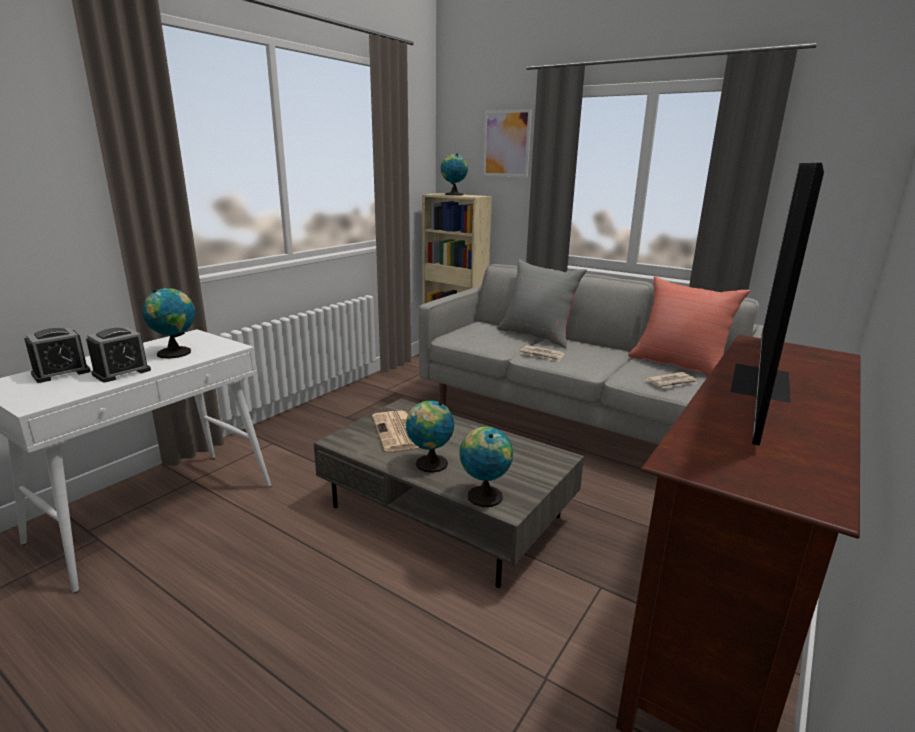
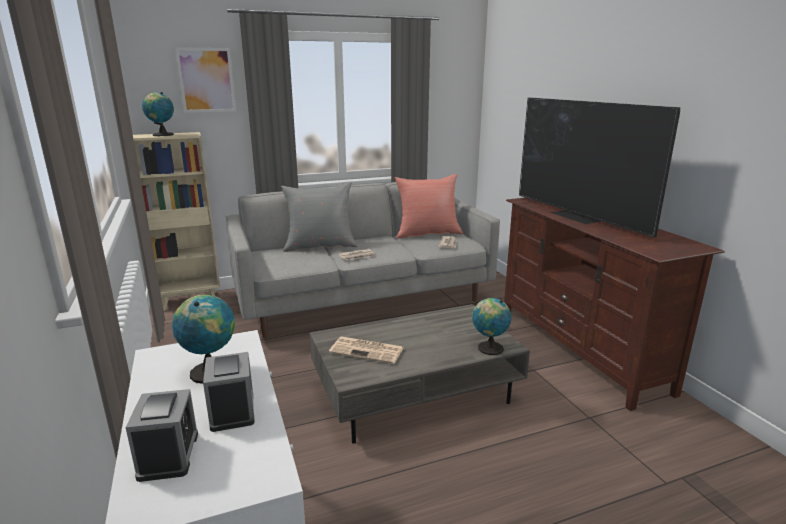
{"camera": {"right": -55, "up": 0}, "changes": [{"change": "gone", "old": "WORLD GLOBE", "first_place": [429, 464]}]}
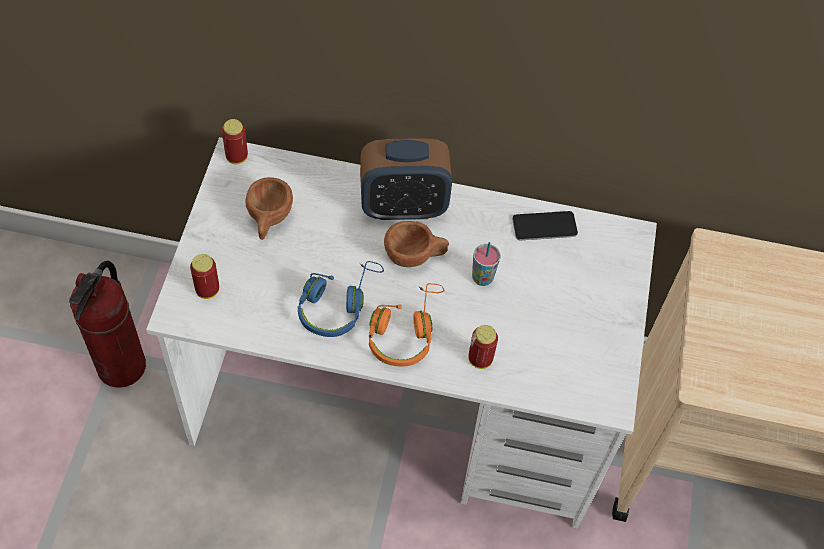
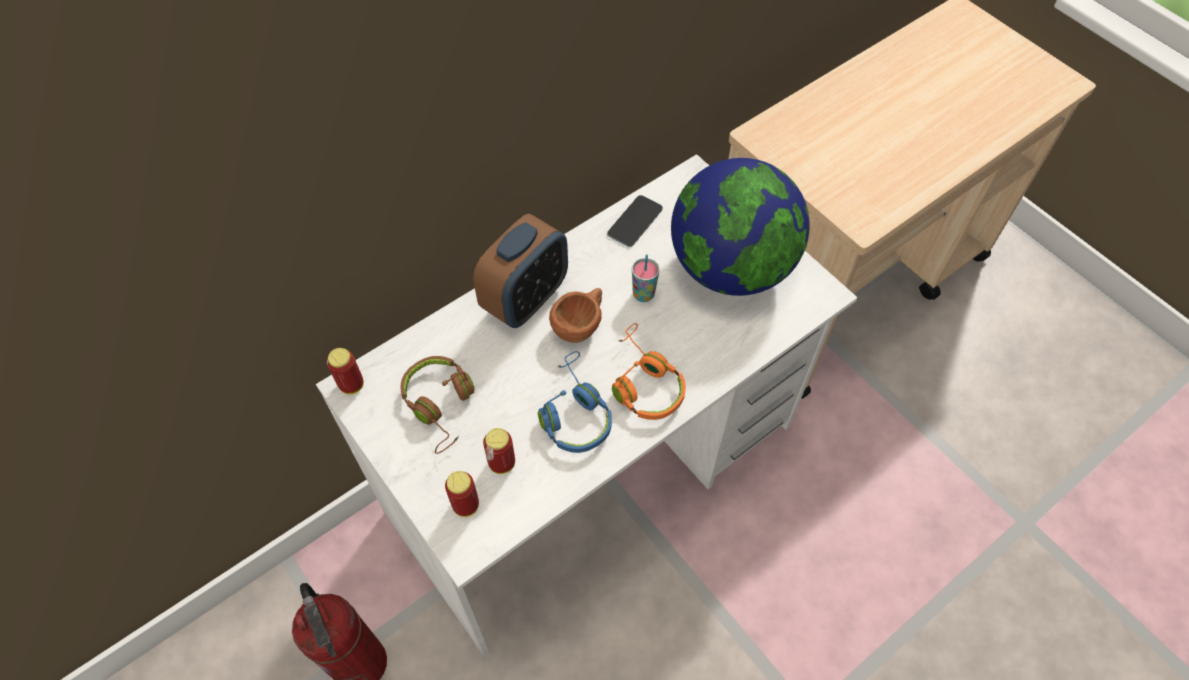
{"camera": {"right": -45, "up": 0}, "changes": [{"change": "swapped", "old": "BROWN SMALL CUP", "new": "BROWN HEADPHONES", "first_place": [269, 220], "second_place": [441, 405]}, {"change": "shifted", "old": "SEALED CAN", "first_place": [480, 359], "second_place": [502, 463]}, {"change": "new", "new": "WORLD GLOBE", "second_place": [730, 268]}]}
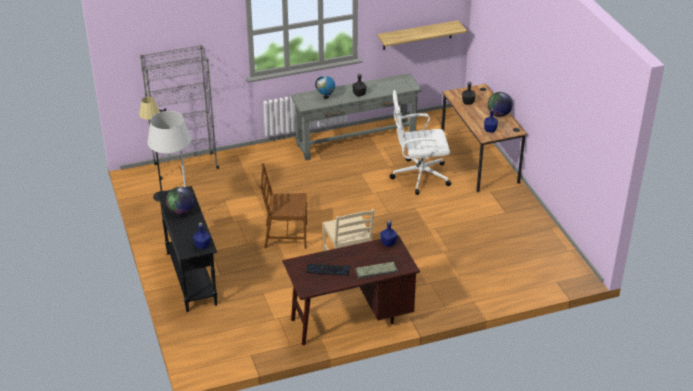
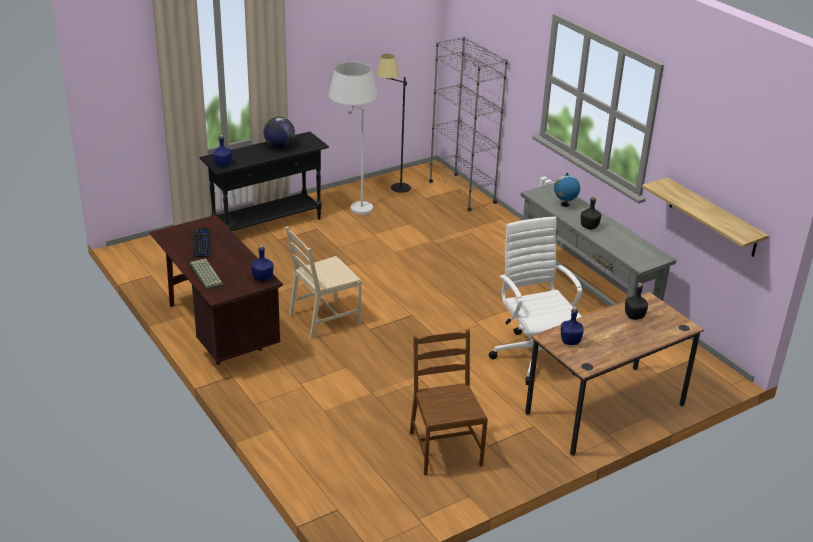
{"camera": {"right": 75, "up": -5}, "changes": [{"change": "gone", "old": "WORLD GLOBE", "first_place": [499, 114]}, {"change": "shifted", "old": "BROWN UPRIGHT CHAIR", "first_place": [285, 236], "second_place": [444, 448]}]}
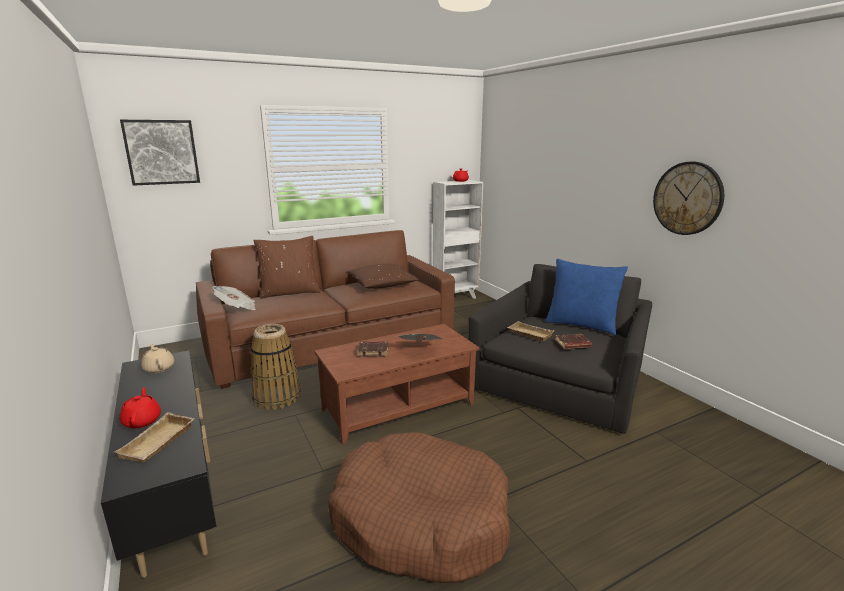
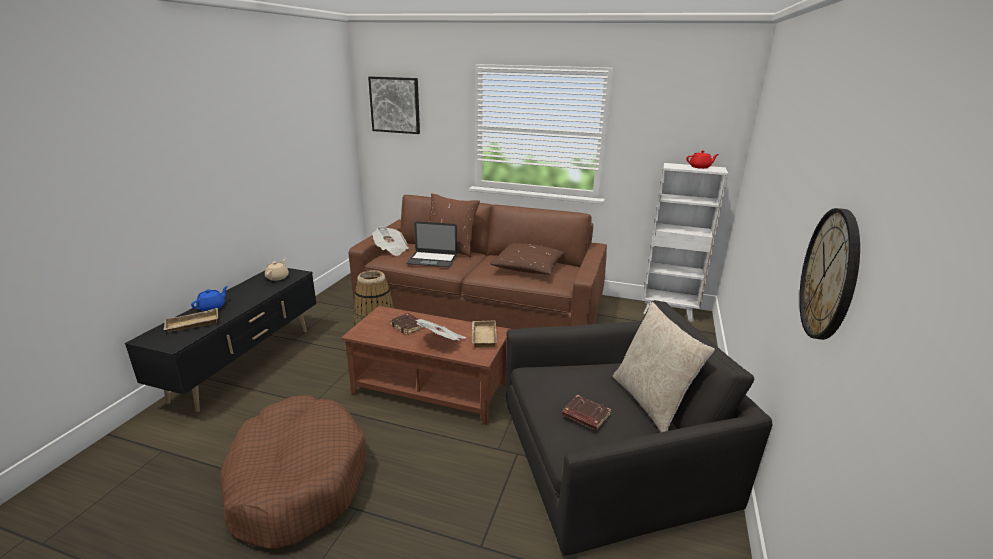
{"camera": {"right": 45, "up": 5}, "changes": [{"change": "repainted", "old": "BLUE THROW PILLOW", "new": "BEIGE THROW PILLOW", "first_place": [581, 325], "second_place": [651, 401]}, {"change": "shifted", "old": "BEIGE TRAY", "first_place": [529, 334], "second_place": [482, 336]}, {"change": "repainted", "old": "RED TEA POT", "new": "BLUE TEA POT", "first_place": [142, 420], "second_place": [212, 307]}, {"change": "new", "new": "PORTABLE COMPUTER", "second_place": [432, 259]}]}
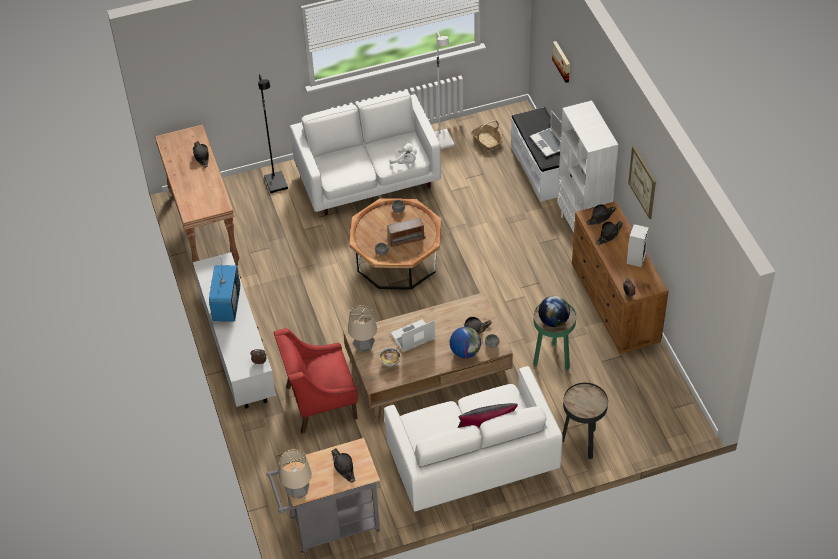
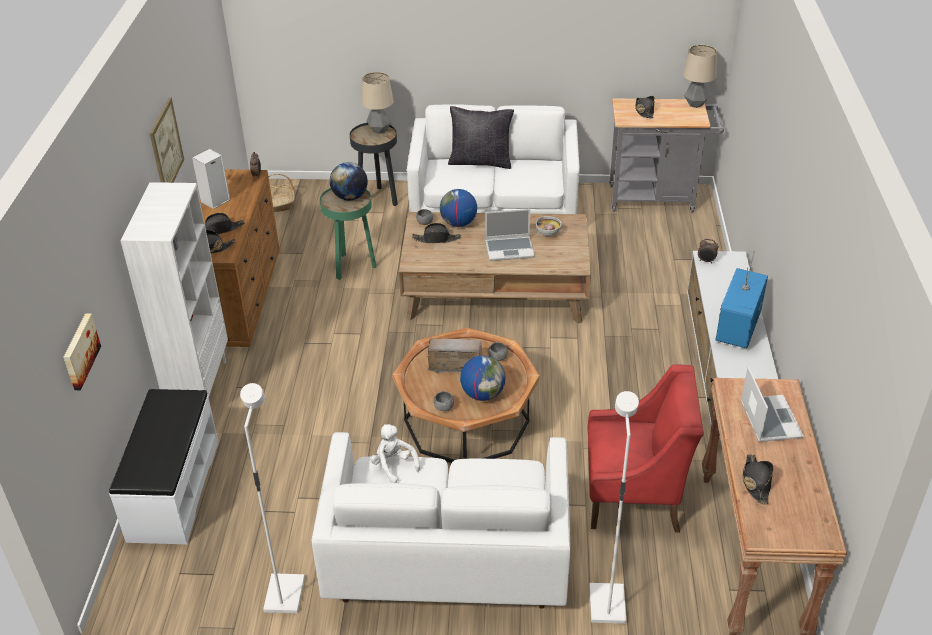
{"camera": {"right": -160, "up": -10}, "changes": [{"change": "repainted", "old": "BLACK-COLOURED STANDING LAMP", "new": "WHITISH STANDING LAMP", "first_place": [277, 183], "second_place": [606, 604]}, {"change": "shifted", "old": "PORTABLE COMPUTER", "first_place": [549, 143], "second_place": [769, 419]}, {"change": "shifted", "old": "BASKET", "first_place": [487, 141], "second_place": [279, 203]}, {"change": "shifted", "old": "TABLE LAMP", "first_place": [364, 347], "second_place": [379, 130]}, {"change": "shifted", "old": "RED EASY CHAIR", "first_place": [320, 402], "second_place": [634, 495]}, {"change": "new", "new": "WORLD GLOBE", "second_place": [483, 394]}]}
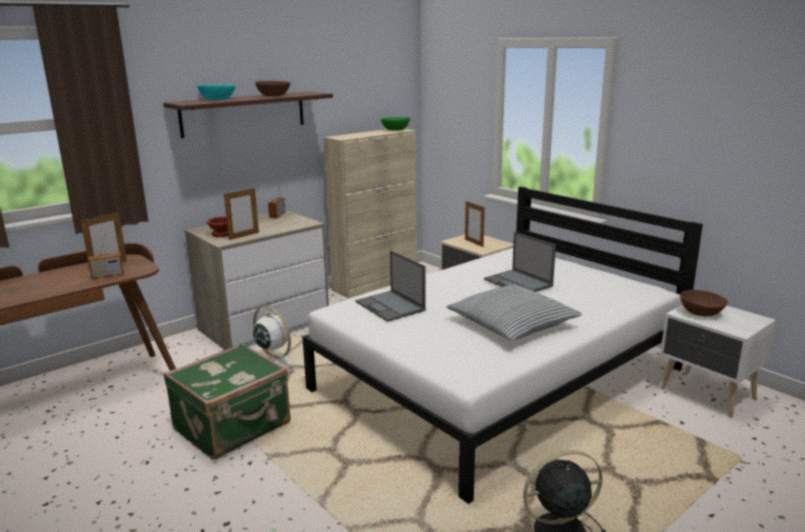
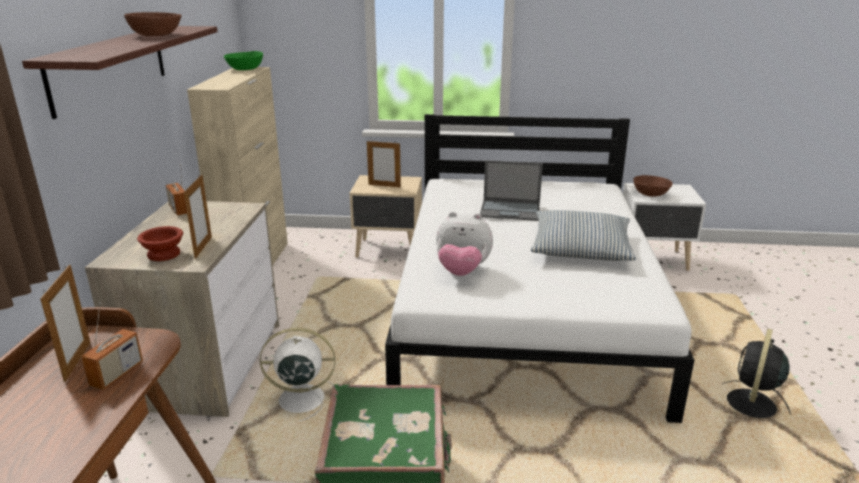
{"camera": {"right": -45, "up": 5}, "changes": [{"change": "gone", "old": "TURQUOISE SERVING BOWL", "first_place": [217, 99]}, {"change": "swapped", "old": "PORTABLE COMPUTER", "new": "CUDDLY TOY", "first_place": [390, 306], "second_place": [462, 271]}]}
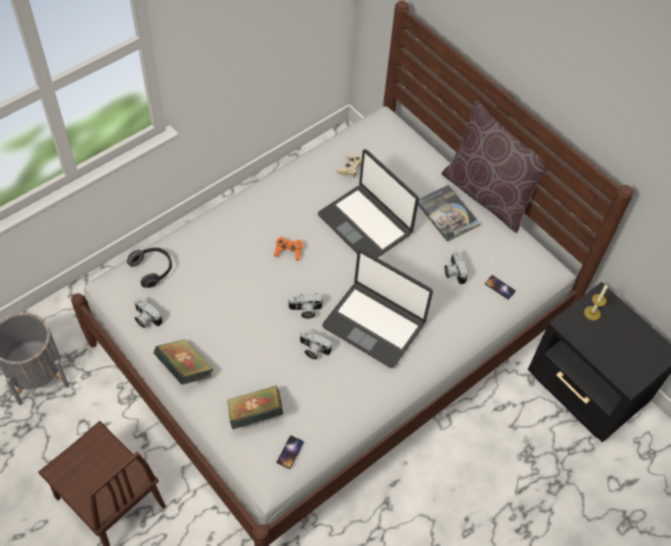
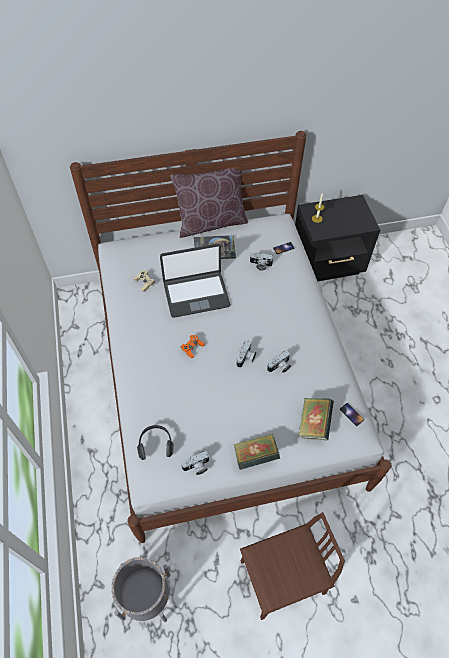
{"camera": {"right": -60, "up": 0}, "changes": [{"change": "gone", "old": "PORTABLE COMPUTER", "first_place": [374, 324]}]}
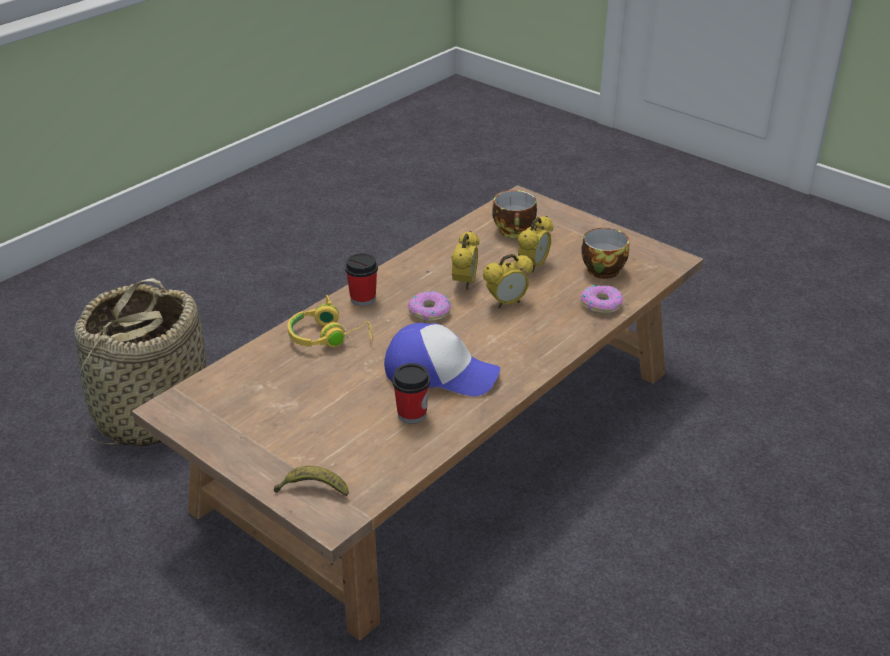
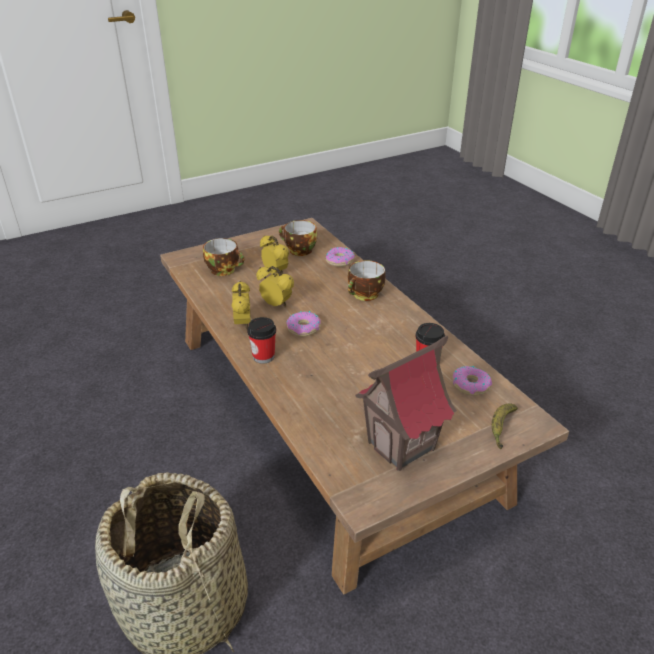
{"camera": {"right": -70, "up": 0}, "changes": [{"change": "shifted", "old": "TABLE CLOCK", "first_place": [506, 303], "second_place": [243, 324]}, {"change": "gone", "old": "YELLOWISH HEADPHONES", "first_place": [329, 337]}, {"change": "gone", "old": "BASEBALL CAP", "first_place": [440, 373]}, {"change": "new", "new": "SMALL CUP", "second_place": [365, 295]}, {"change": "new", "new": "MINIATURE HOUSE", "second_place": [402, 446]}, {"change": "new", "new": "DOUGHNUT", "second_place": [470, 385]}]}
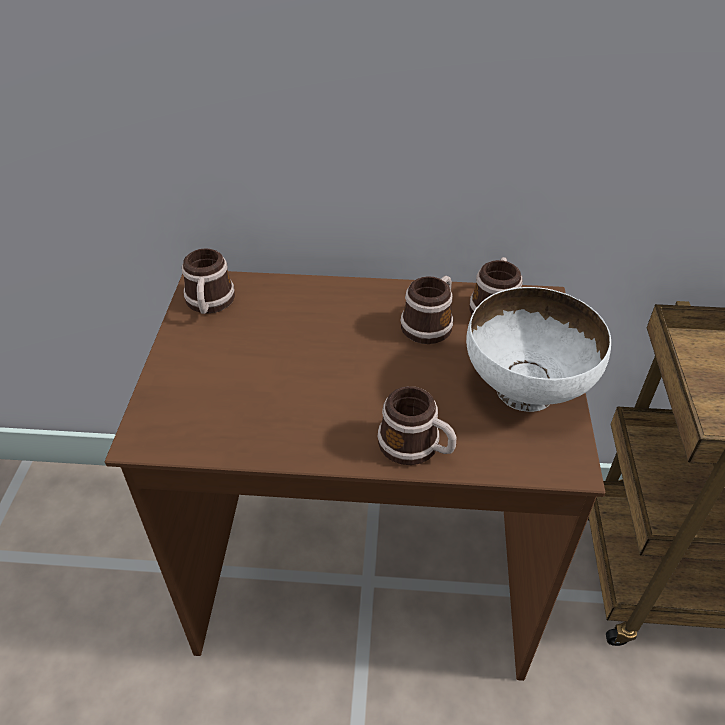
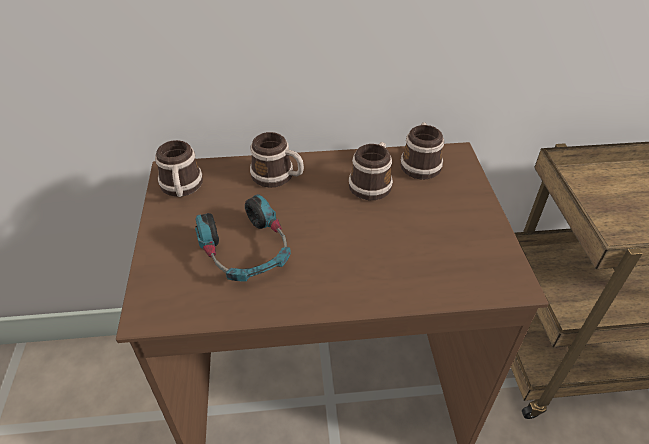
{"camera": {"right": -10, "up": 0}, "changes": [{"change": "gone", "old": "WHITISH SERVING BOWL", "first_place": [527, 390]}, {"change": "shifted", "old": "TEA MUG", "first_place": [416, 447], "second_place": [278, 177]}, {"change": "new", "new": "HEADPHONES", "second_place": [246, 251]}]}
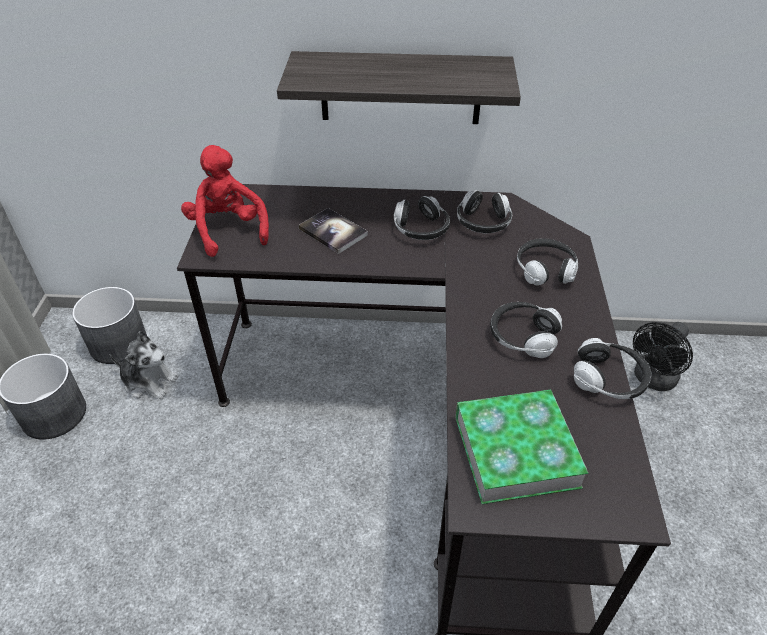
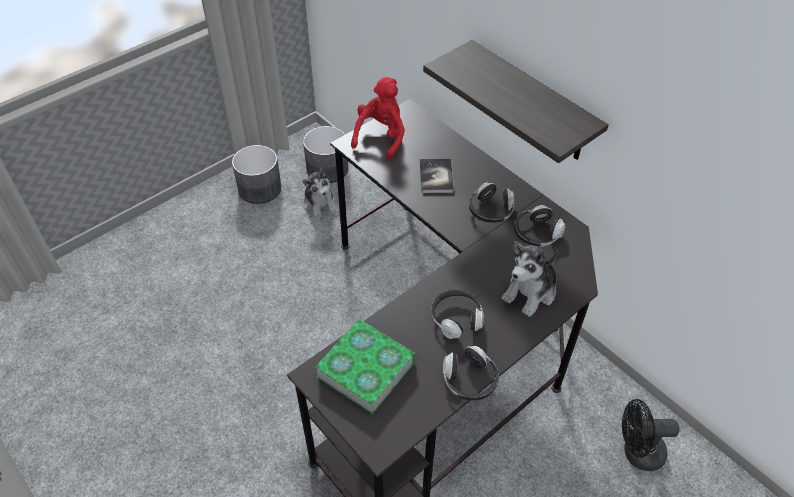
{"camera": {"right": 45, "up": 5}, "changes": [{"change": "swapped", "old": "HEADPHONES", "new": "CUDDLY TOY", "first_place": [545, 270], "second_place": [530, 292]}]}
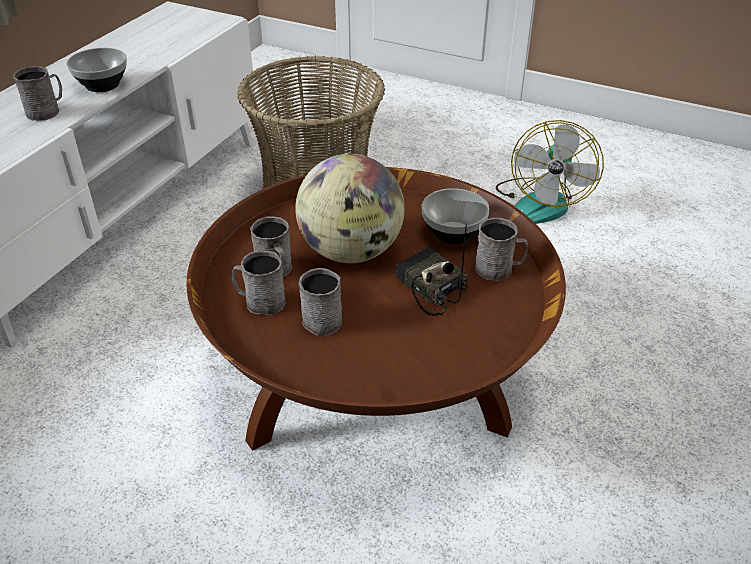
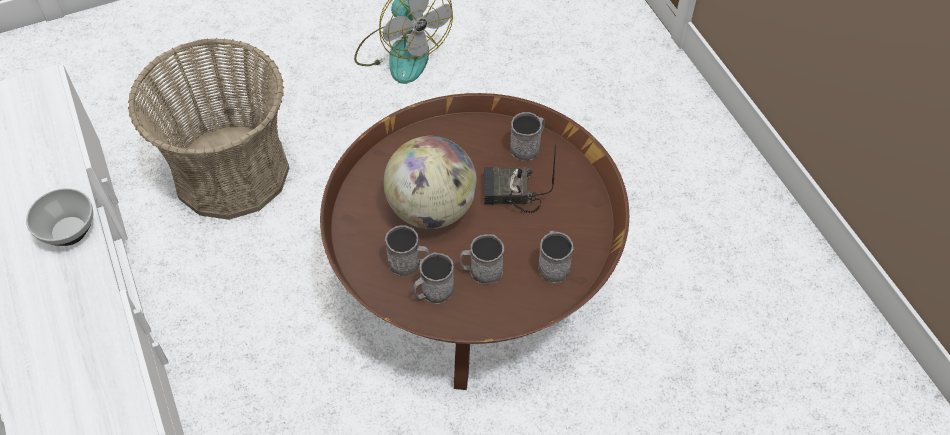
{"camera": {"right": -50, "up": 15}, "changes": [{"change": "shifted", "old": "GREY TEA MUG", "first_place": [47, 111], "second_place": [552, 264]}, {"change": "gone", "old": "SERVING BOWL", "first_place": [453, 234]}]}
